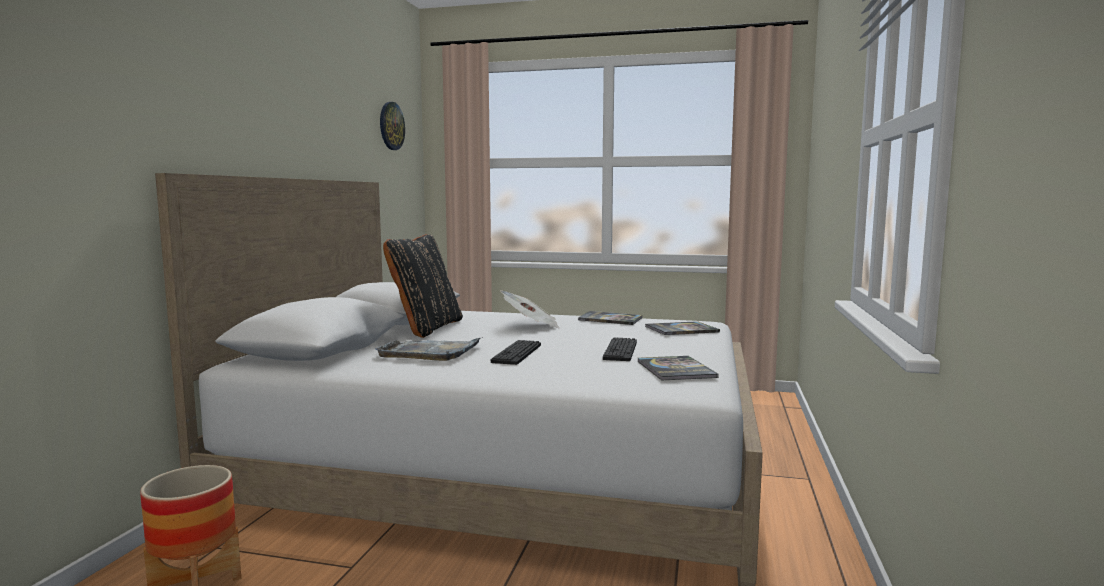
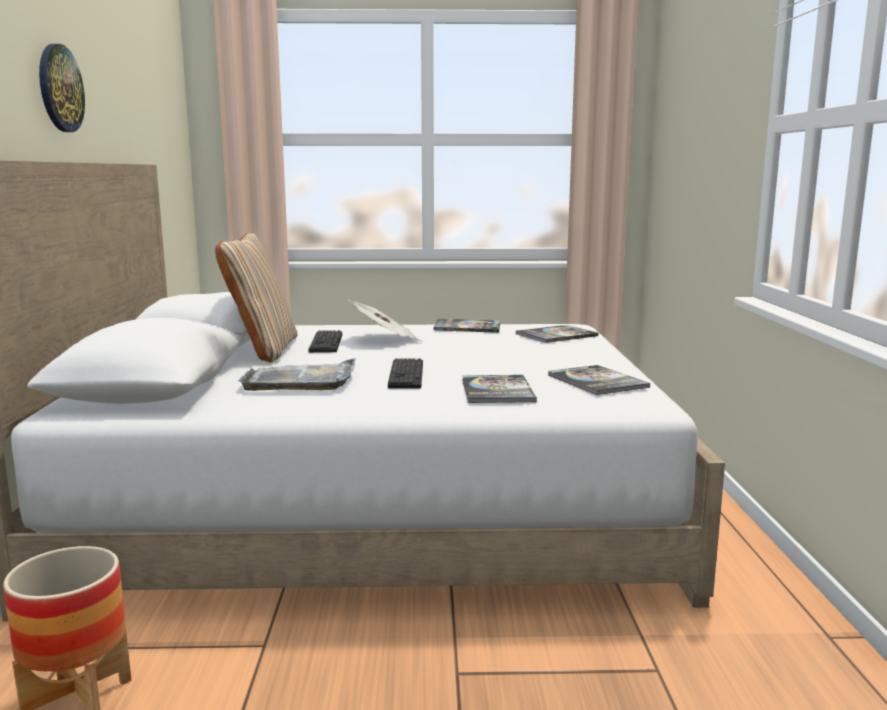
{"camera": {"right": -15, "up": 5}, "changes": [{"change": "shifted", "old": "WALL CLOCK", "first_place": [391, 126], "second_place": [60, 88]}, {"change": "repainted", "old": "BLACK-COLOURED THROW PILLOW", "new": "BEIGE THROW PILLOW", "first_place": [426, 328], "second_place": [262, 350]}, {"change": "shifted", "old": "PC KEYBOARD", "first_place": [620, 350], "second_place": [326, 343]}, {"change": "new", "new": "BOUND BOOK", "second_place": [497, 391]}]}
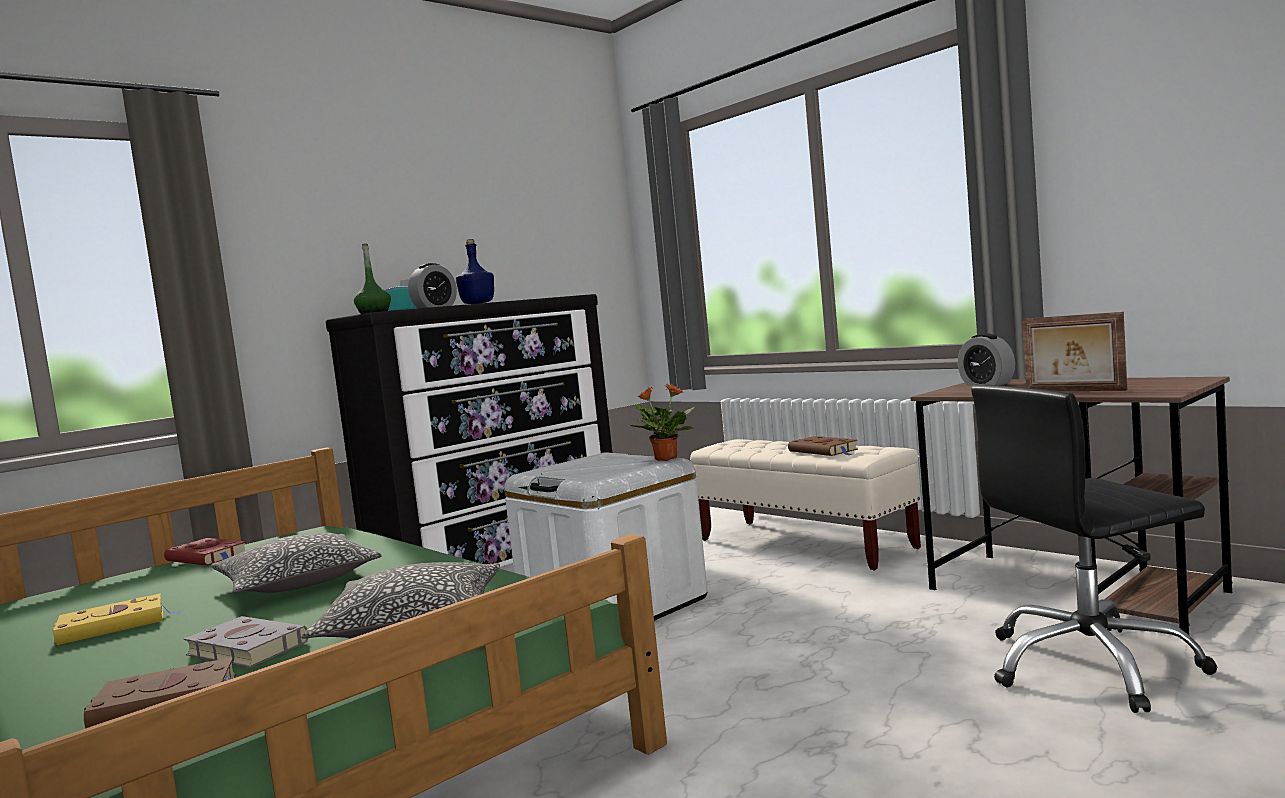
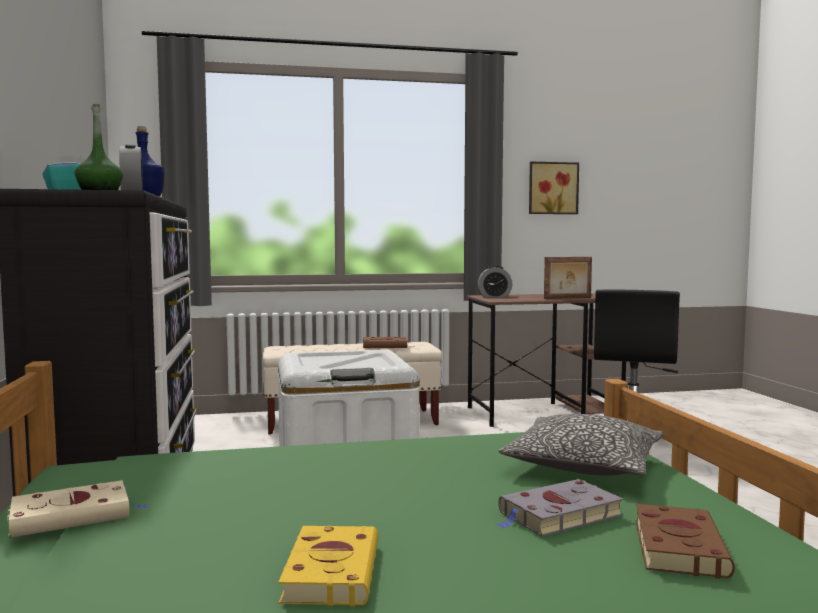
{"camera": {"right": -60, "up": 0}, "changes": [{"change": "gone", "old": "HOUSEPLANT", "first_place": [665, 458]}, {"change": "gone", "old": "THROW PILLOW", "first_place": [298, 582]}, {"change": "repainted", "old": "RED BOUND BOOK", "new": "BEIGE BOUND BOOK", "first_place": [209, 557], "second_place": [75, 515]}, {"change": "new", "new": "WALL ART", "second_place": [552, 188]}]}
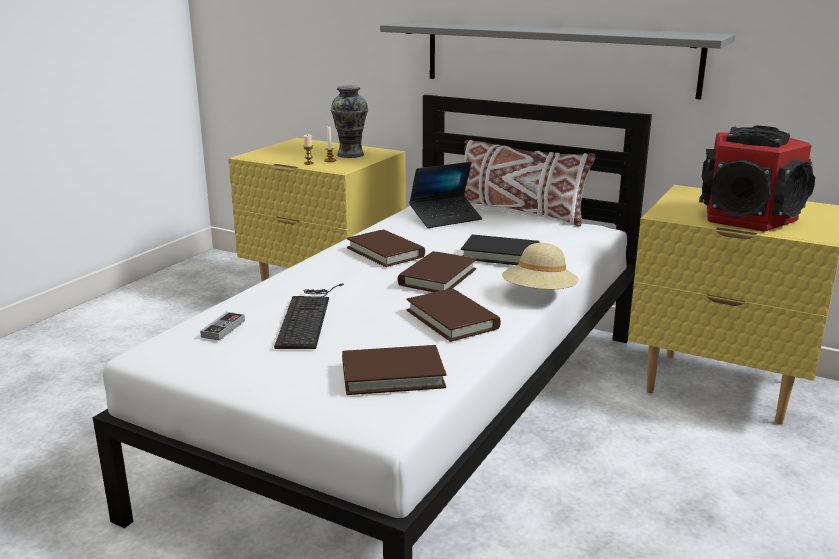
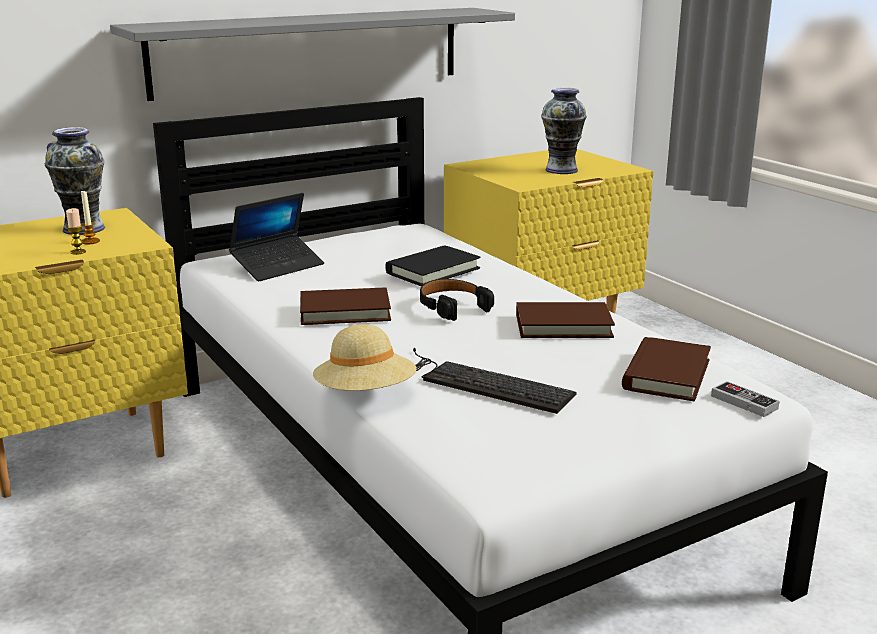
{"camera": {"right": -60, "up": 0}, "changes": [{"change": "swapped", "old": "SPEAKER", "new": "DECORATIVE VASE", "first_place": [748, 217], "second_place": [562, 170]}, {"change": "gone", "old": "WHITISH THROW PILLOW", "first_place": [518, 211]}, {"change": "rotated", "old": "PORTABLE COMPUTER", "first_place": [445, 218], "second_place": [278, 266], "degrees": 45}, {"change": "shifted", "old": "BEIGE CLOTHING HAT", "first_place": [539, 295], "second_place": [365, 394]}, {"change": "swapped", "old": "BROWN BOUND BOOK", "new": "BLACK-COLOURED HEADPHONES", "first_place": [437, 277], "second_place": [452, 306]}, {"change": "shifted", "old": "GAMEPAD", "first_place": [223, 329], "second_place": [744, 402]}]}
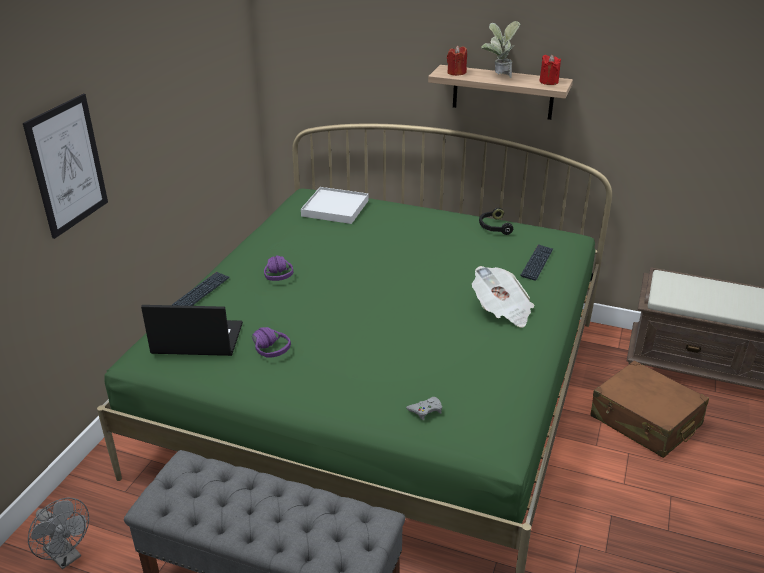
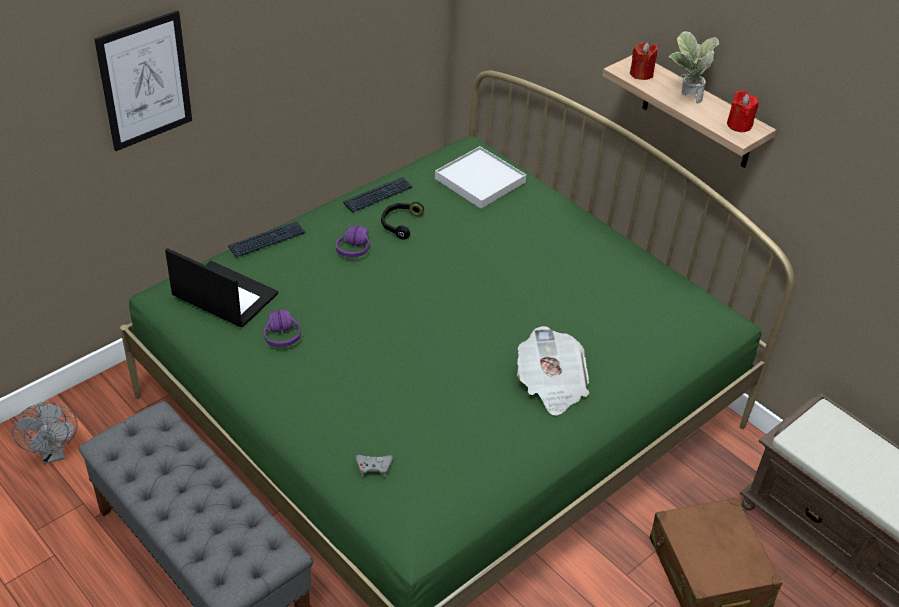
{"camera": {"right": 25, "up": 10}, "changes": [{"change": "shifted", "old": "BLACK-COLOURED HEADPHONES", "first_place": [493, 227], "second_place": [399, 224]}, {"change": "shifted", "old": "PC KEYBOARD", "first_place": [537, 263], "second_place": [378, 196]}]}
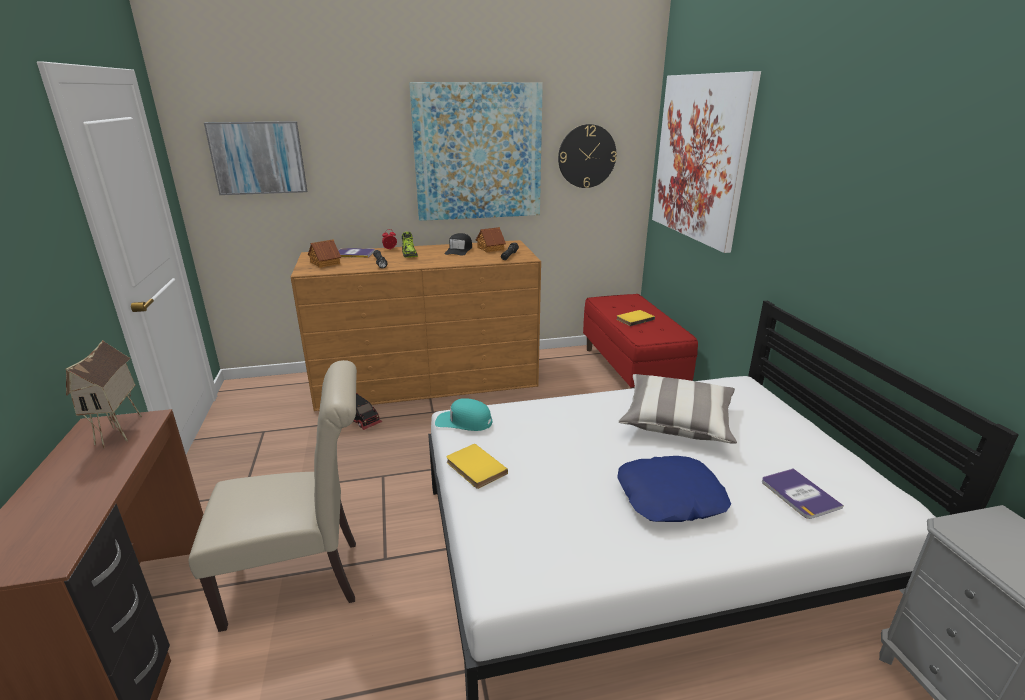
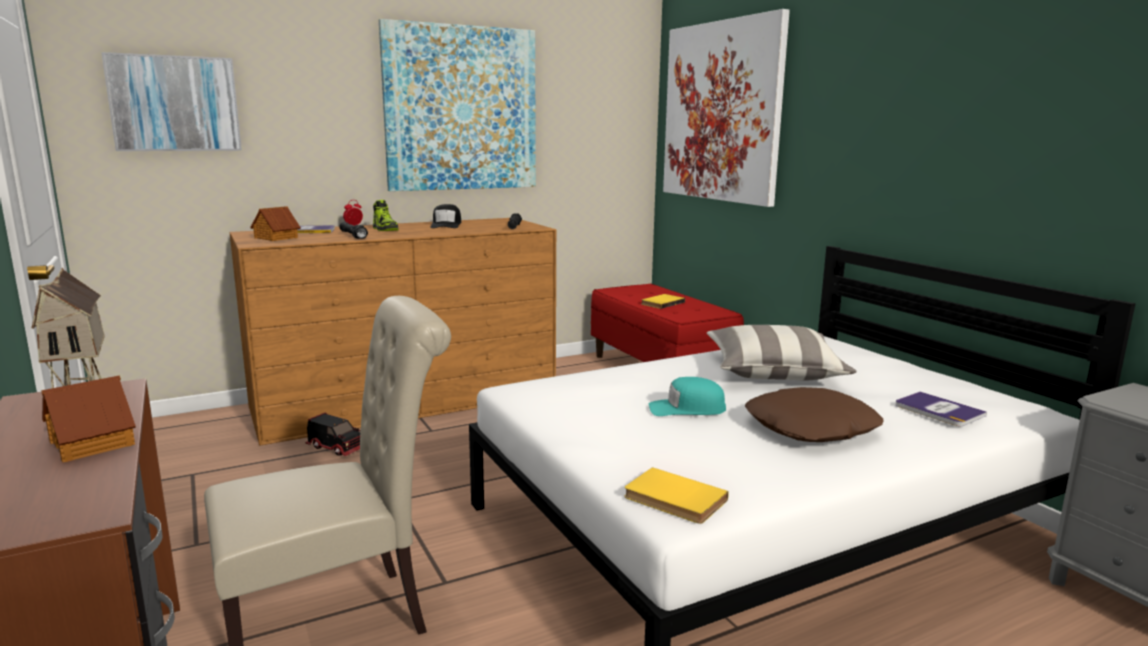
{"camera": {"right": -15, "up": -10}, "changes": [{"change": "gone", "old": "WALL CLOCK", "first_place": [587, 156]}, {"change": "shifted", "old": "MINIATURE HOUSE", "first_place": [491, 248], "second_place": [93, 442]}, {"change": "shifted", "old": "TURQUOISE BASEBALL CAP", "first_place": [464, 422], "second_place": [686, 409]}, {"change": "shifted", "old": "YELLOWISH BOUND BOOK", "first_place": [474, 468], "second_place": [673, 500]}, {"change": "repainted", "old": "BLUE THROW PILLOW", "new": "BROWN THROW PILLOW", "first_place": [670, 498], "second_place": [812, 428]}]}
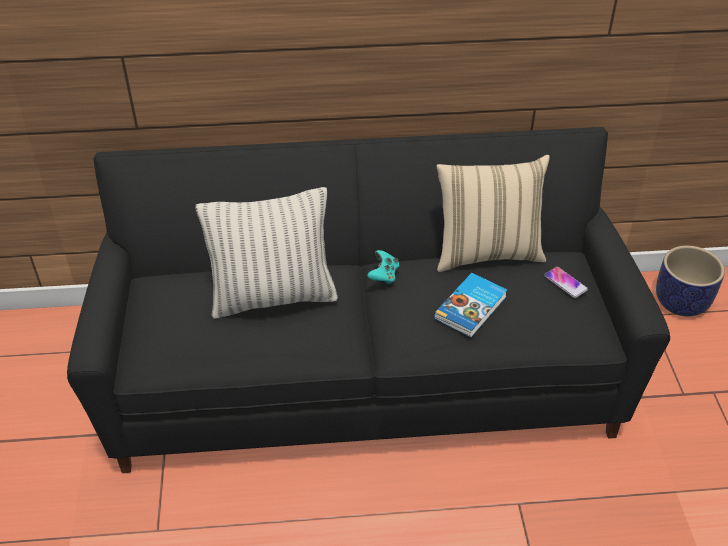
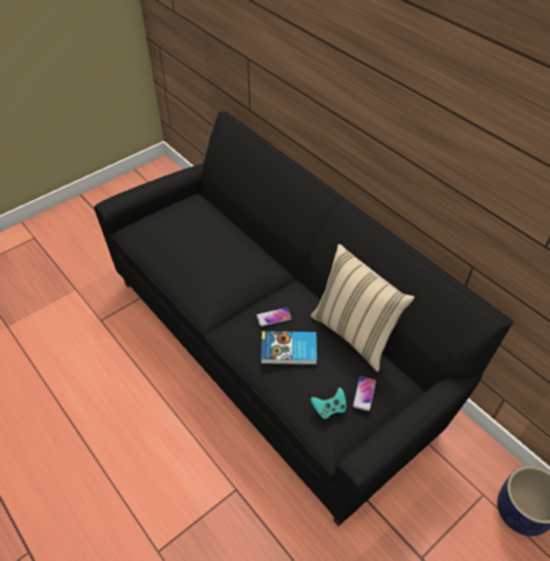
{"camera": {"right": 55, "up": 5}, "changes": [{"change": "gone", "old": "THROW PILLOW", "first_place": [273, 297]}, {"change": "shifted", "old": "TURQUOISE GAMEPAD", "first_place": [383, 275], "second_place": [329, 408]}, {"change": "new", "new": "HANDSET", "second_place": [273, 317]}]}
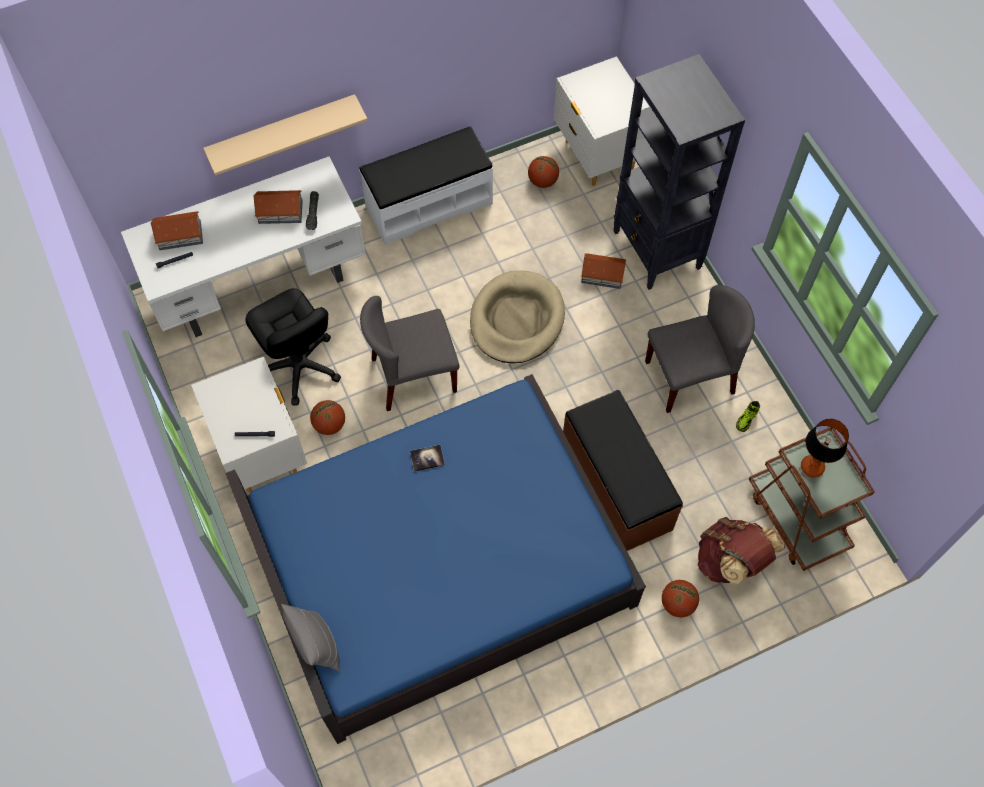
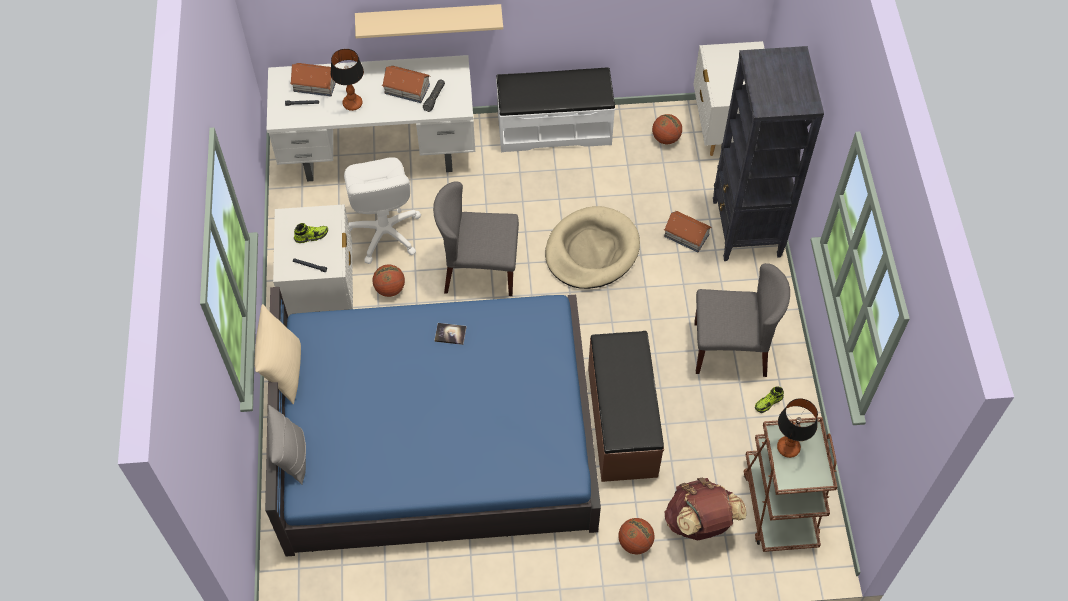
{"camera": {"right": 20, "up": -5}, "changes": [{"change": "repainted", "old": "BLACK-COLOURED DESK CHAIR", "new": "WHITISH DESK CHAIR", "first_place": [299, 367], "second_place": [384, 233]}, {"change": "new", "new": "TABLE LAMP", "second_place": [353, 104]}, {"change": "new", "new": "ITEM OF FOOTWEAR", "second_place": [311, 236]}, {"change": "new", "new": "BEIGE THROW PILLOW", "second_place": [284, 371]}]}
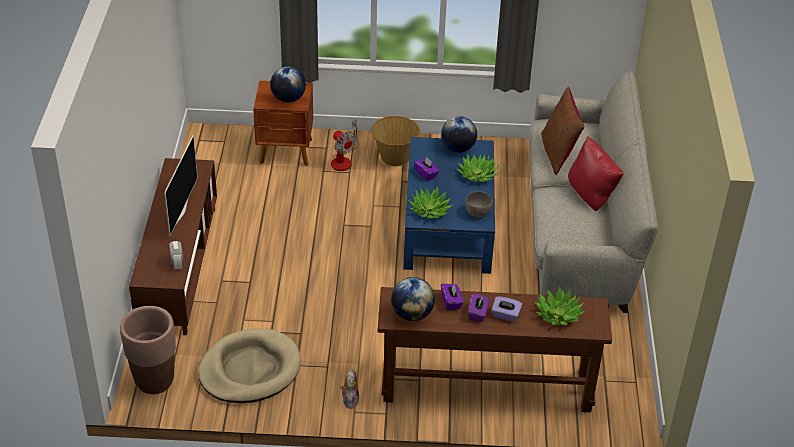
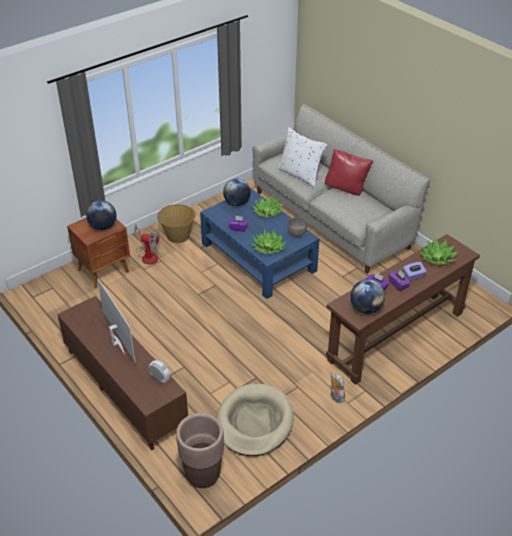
{"camera": {"right": -40, "up": 0}, "changes": [{"change": "repainted", "old": "BROWN THROW PILLOW", "new": "WHITISH THROW PILLOW", "first_place": [558, 153], "second_place": [300, 175]}]}
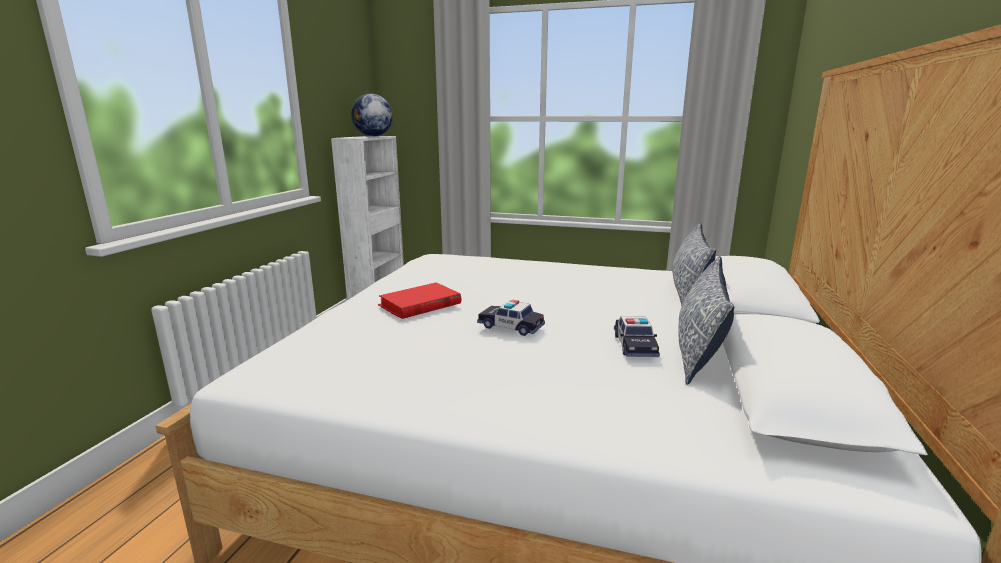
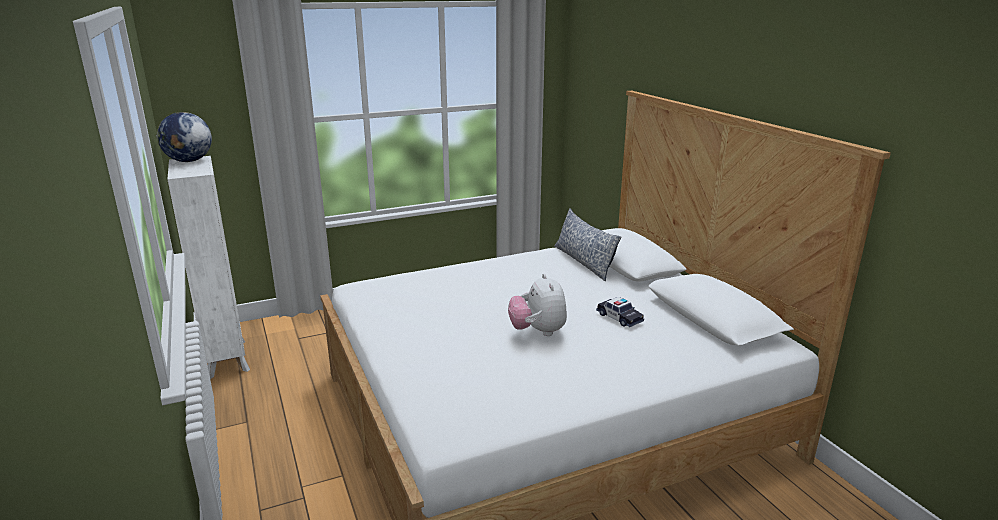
{"camera": {"right": -40, "up": 5}, "changes": [{"change": "gone", "old": "THROW PILLOW", "first_place": [699, 346]}, {"change": "gone", "old": "RED BOUND BOOK", "first_place": [420, 305]}, {"change": "swapped", "old": "MINIATURE CAR", "new": "CUDDLY TOY", "first_place": [510, 326], "second_place": [538, 331]}]}
